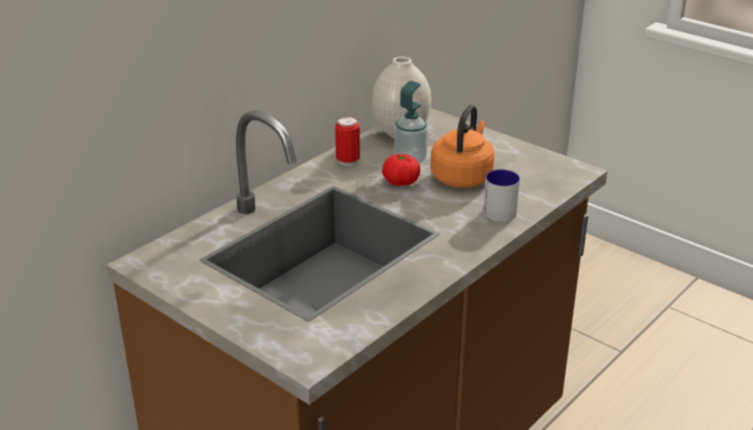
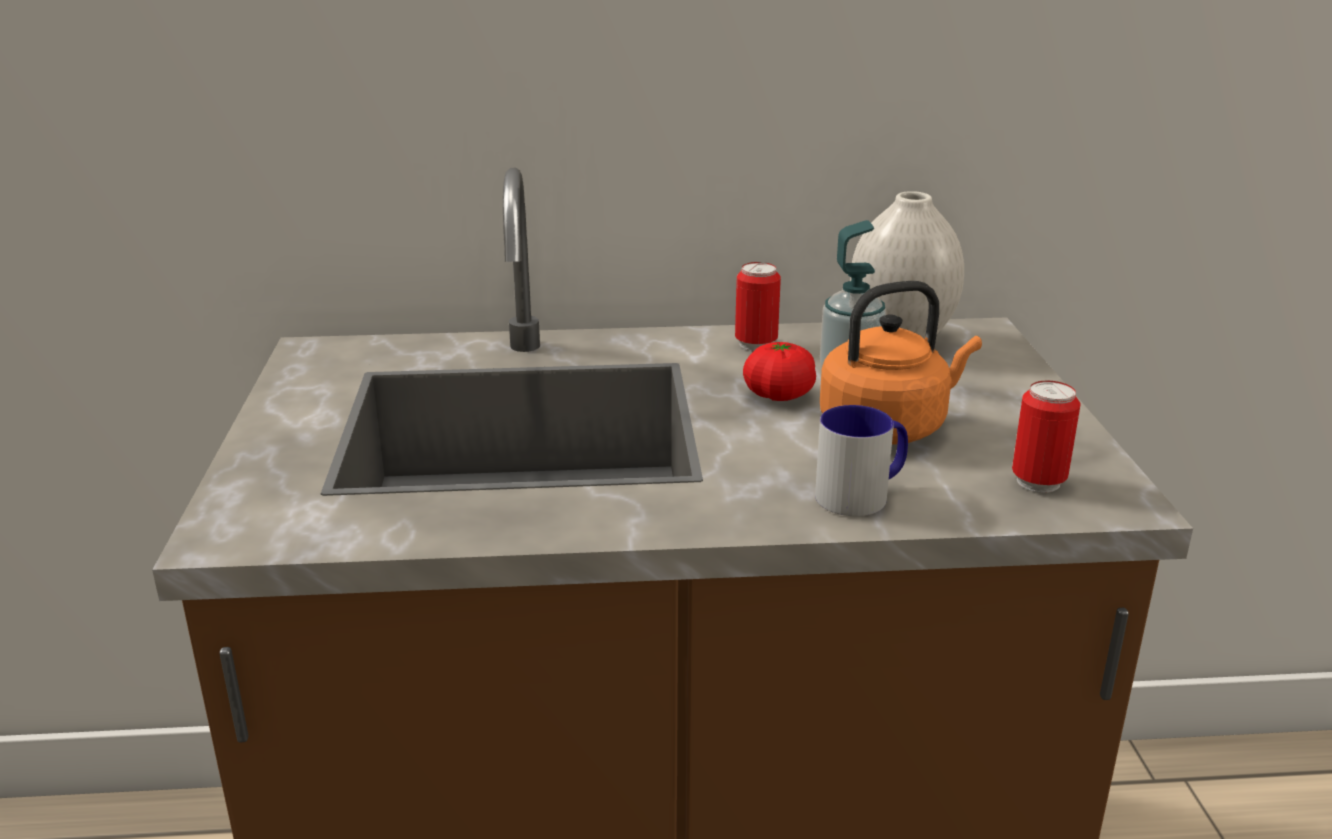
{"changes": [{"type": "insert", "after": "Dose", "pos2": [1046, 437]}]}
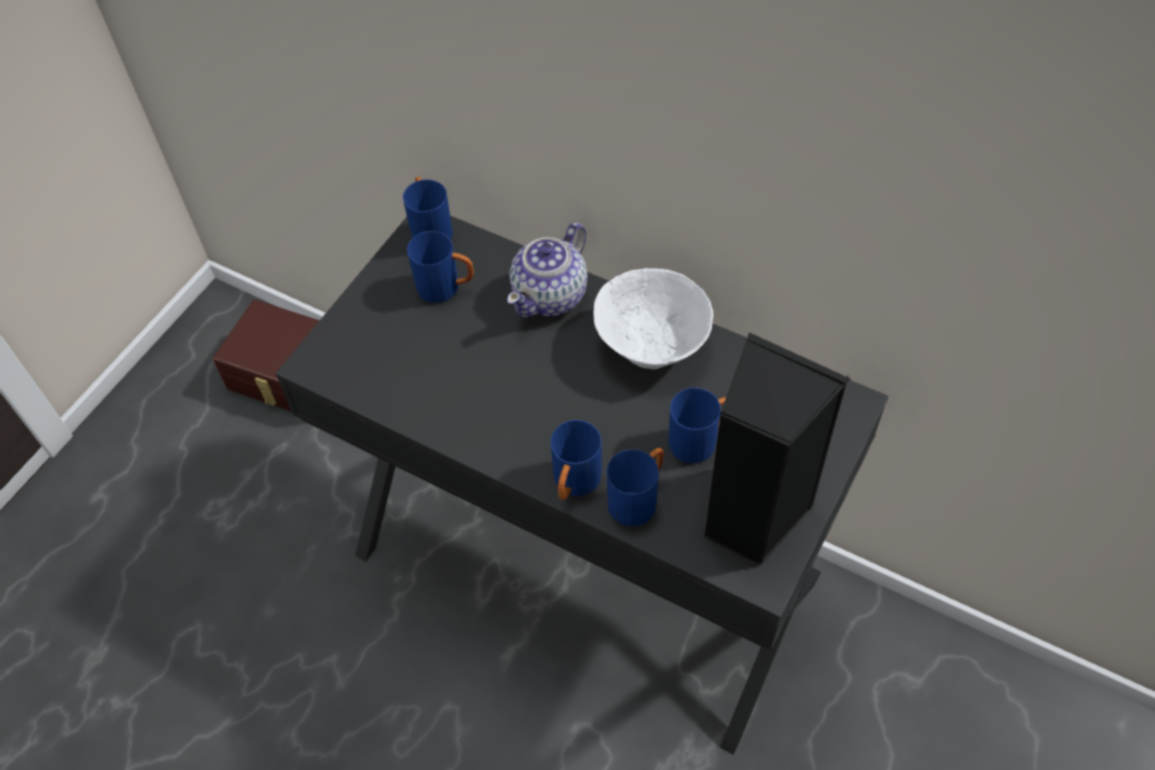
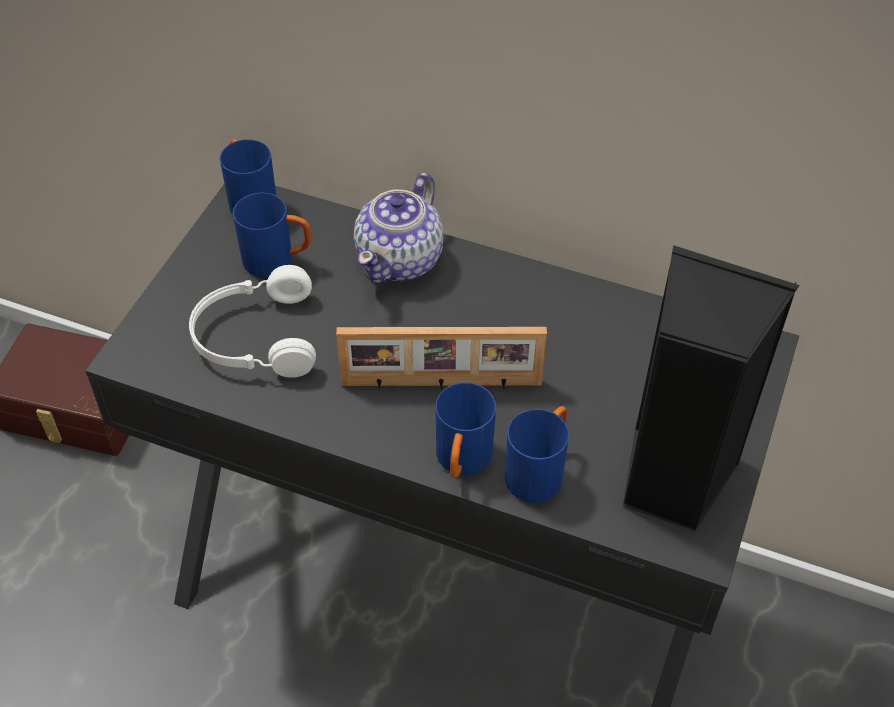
{"changes": [{"type": "delete", "before": "Schüssel [weiß]", "pos1": [653, 318]}, {"type": "delete", "before": "Henkelbecher [blau]", "pos1": [697, 425]}, {"type": "insert", "after": "Kopfhörer [weiß]", "pos2": [252, 321]}, {"type": "insert", "after": "Bilderrahmen", "pos2": [441, 358]}]}
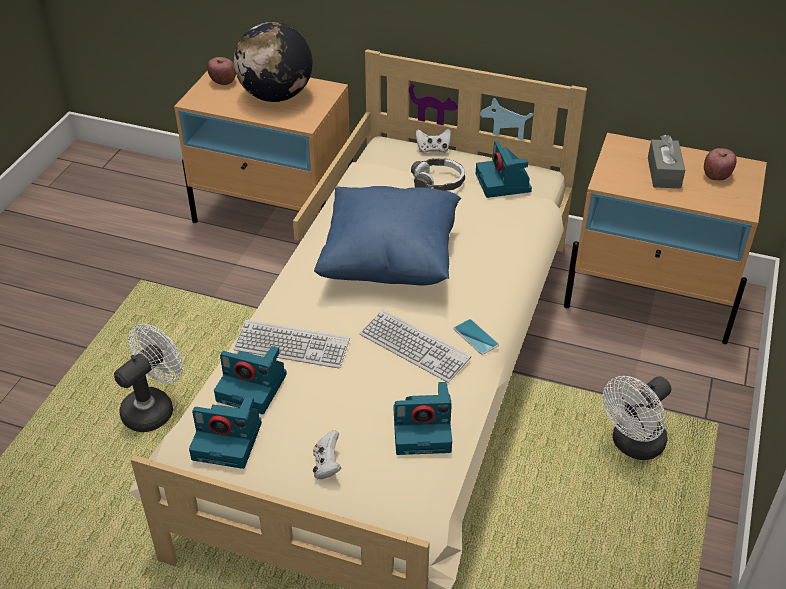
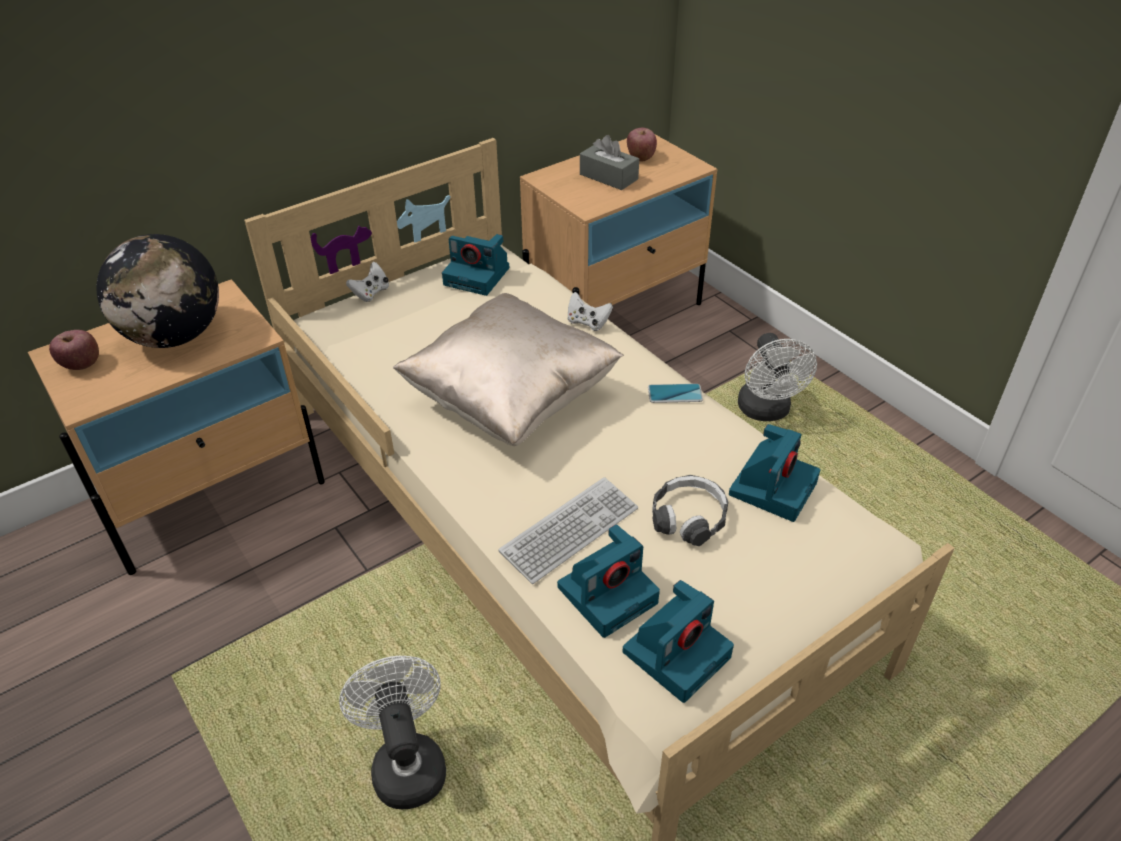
{"changes": [{"type": "move", "before": "Gamepad [weiß]", "pos1": [327, 454], "pos2": [590, 311]}, {"type": "recolor", "before": "Kissen [blau]", "after": "Kissen [beige]", "pos1": [387, 236], "pos2": [508, 369]}, {"type": "delete", "before": "Tastatur", "pos1": [415, 346]}, {"type": "move", "before": "Kopfhörer", "pos1": [438, 174], "pos2": [690, 510]}]}
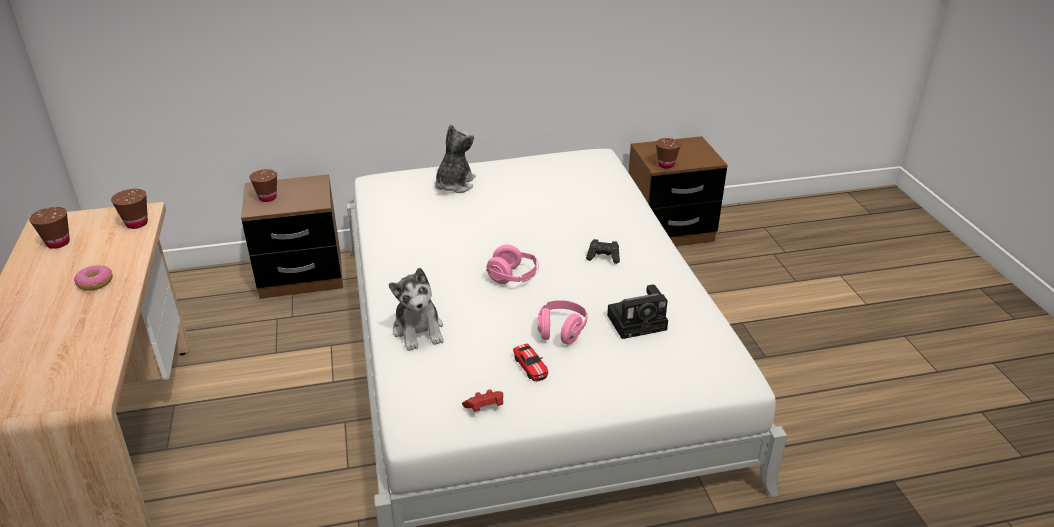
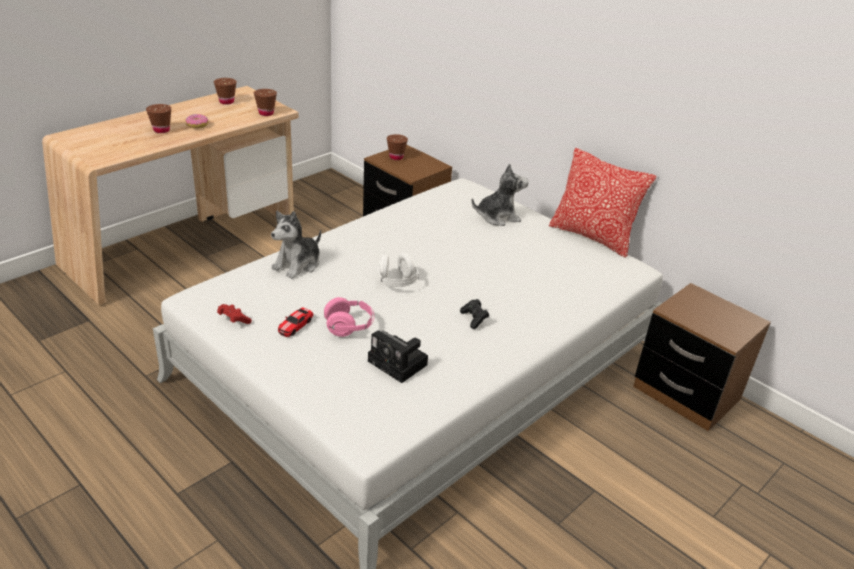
{"changes": [{"type": "recolor", "before": "Kopfhörer [rosa]", "after": "Kopfhörer [weiß]", "pos1": [512, 264], "pos2": [398, 270]}, {"type": "move", "before": "Tasse [braun]", "pos1": [668, 153], "pos2": [158, 118]}, {"type": "insert", "after": "Kissen", "pos2": [602, 203]}]}
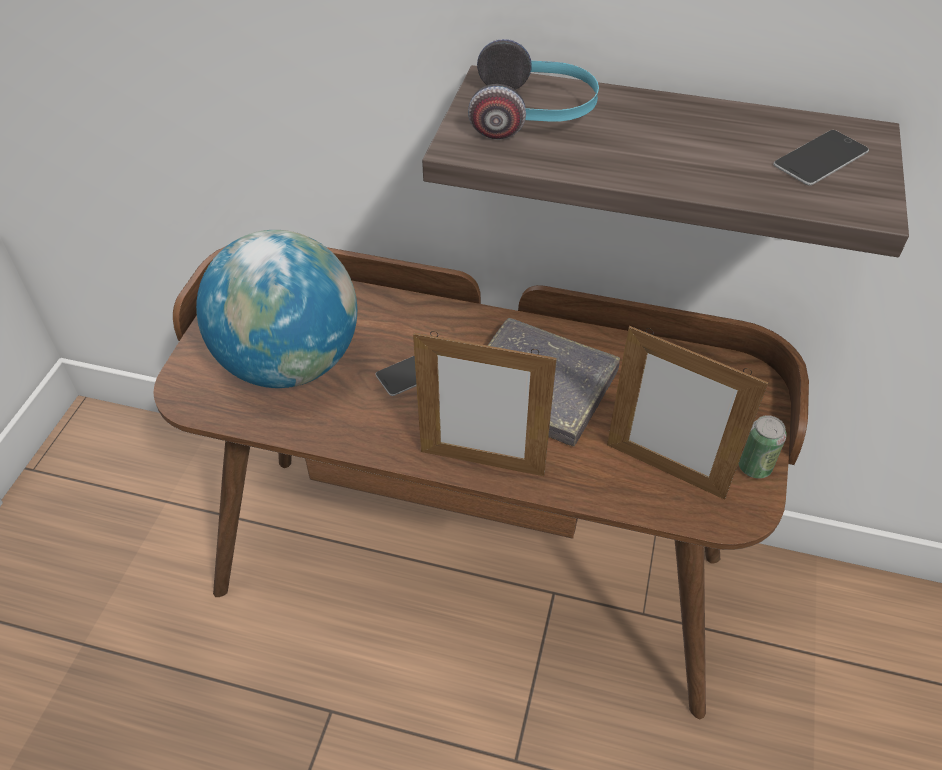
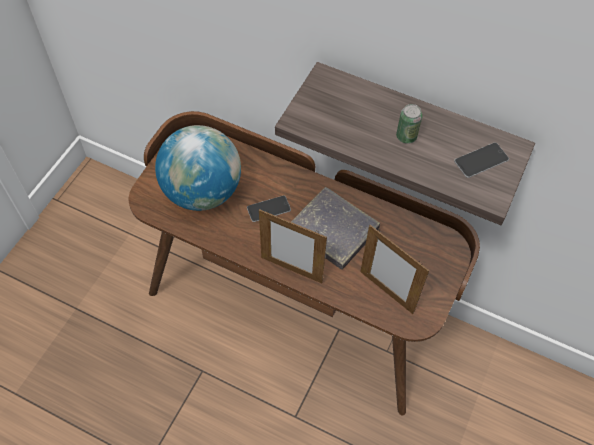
{"changes": [{"type": "delete", "before": "Kopfhörer", "pos1": [533, 89]}, {"type": "move", "before": "Dose", "pos1": [763, 447], "pos2": [409, 124]}]}
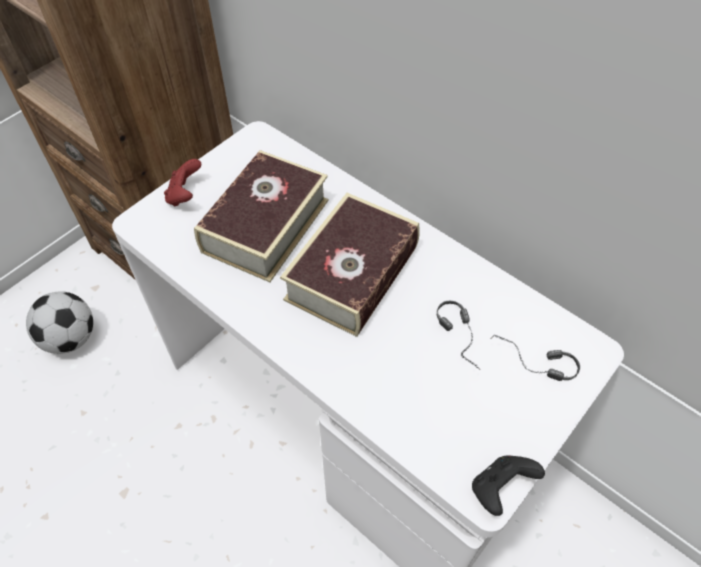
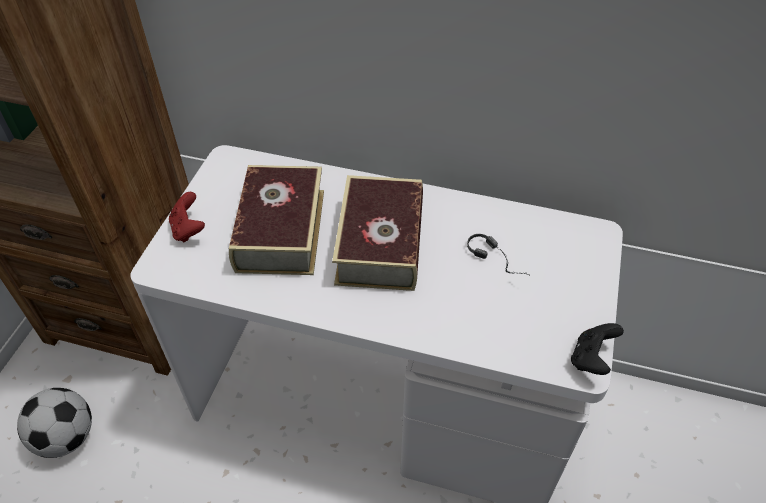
{"changes": [{"type": "delete", "before": "Kopfhörer", "pos1": [536, 358]}]}
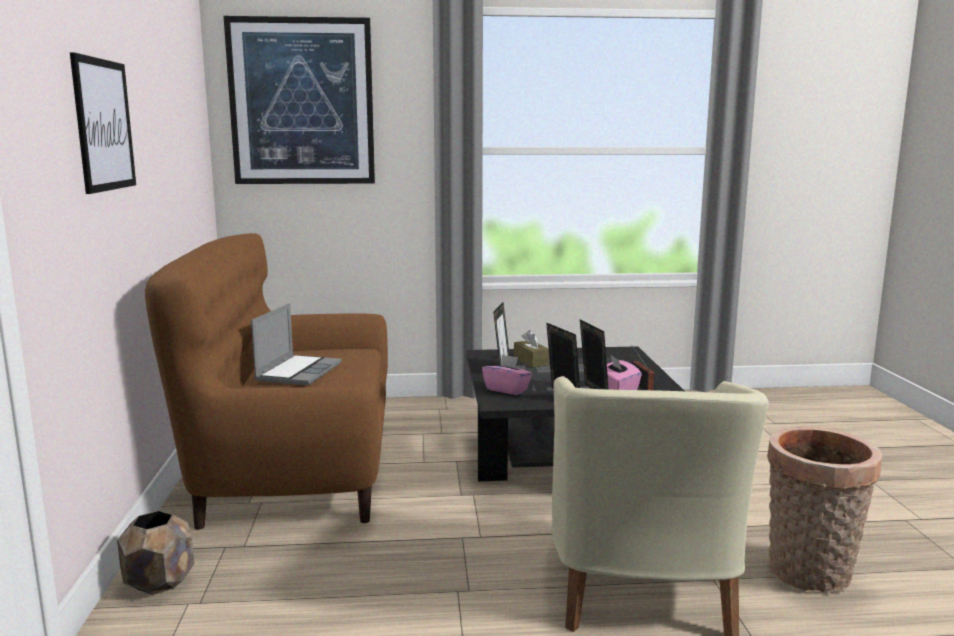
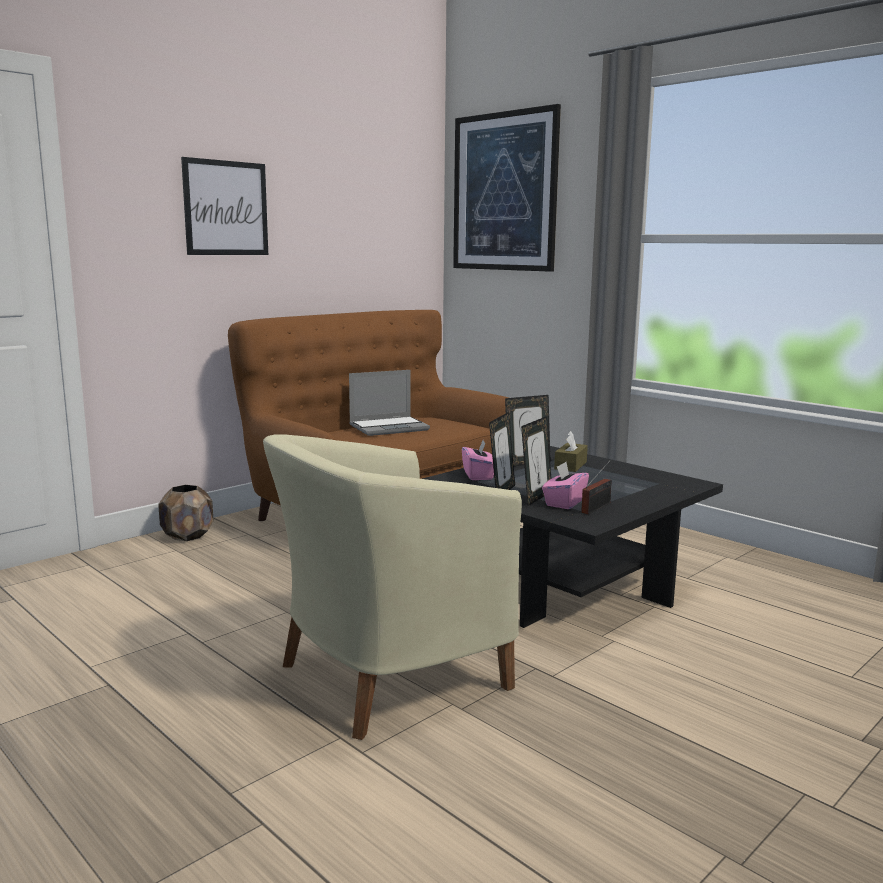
{"changes": [{"type": "delete", "before": "Korb", "pos1": [824, 509]}]}
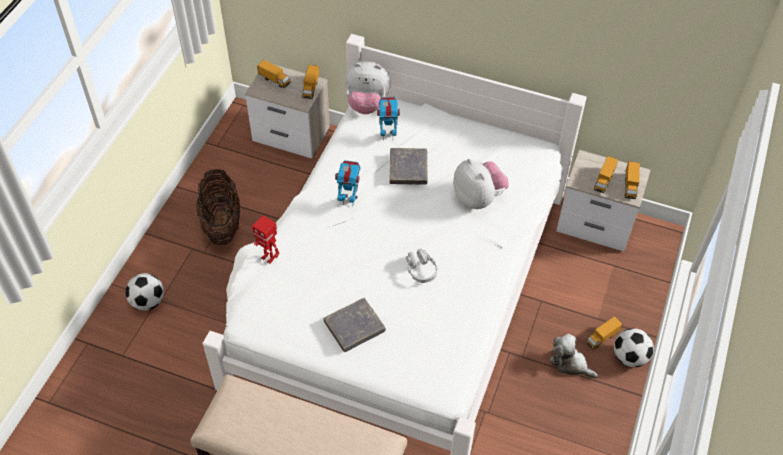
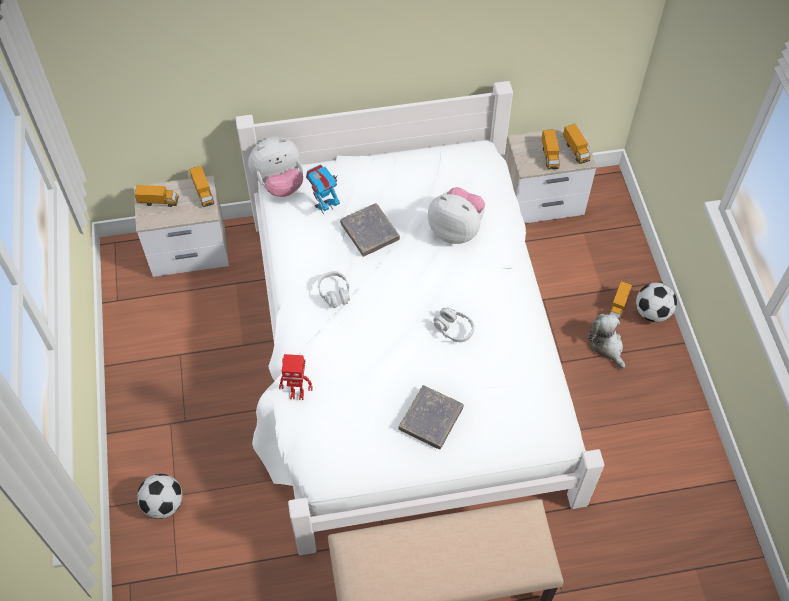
{"changes": [{"type": "delete", "before": "Korb", "pos1": [218, 207]}, {"type": "replace", "before": "Spielzeugroboter", "after": "Kopfhörer [grau]", "pos1": [347, 183], "pos2": [334, 289]}, {"type": "rotate", "before": "Plüschtier", "pos1": [574, 356], "pos2": [606, 341], "turn": 60}]}
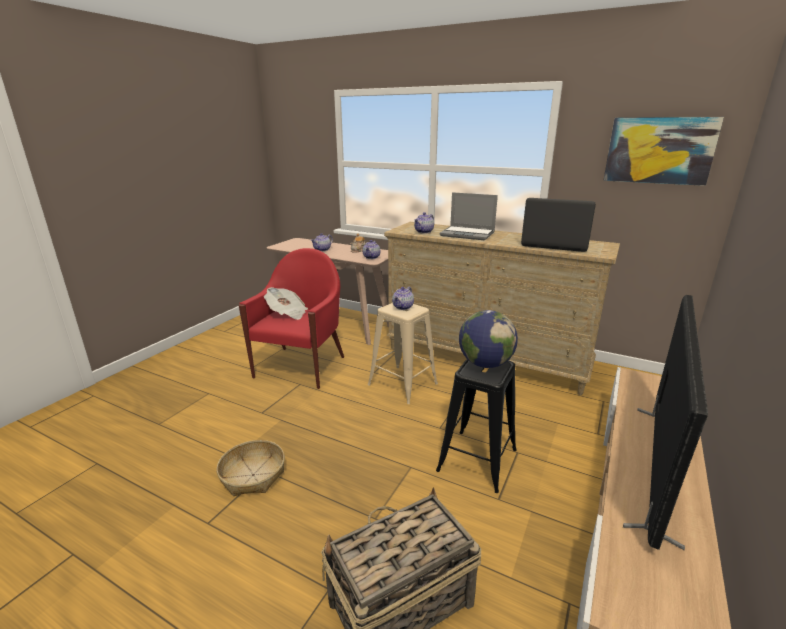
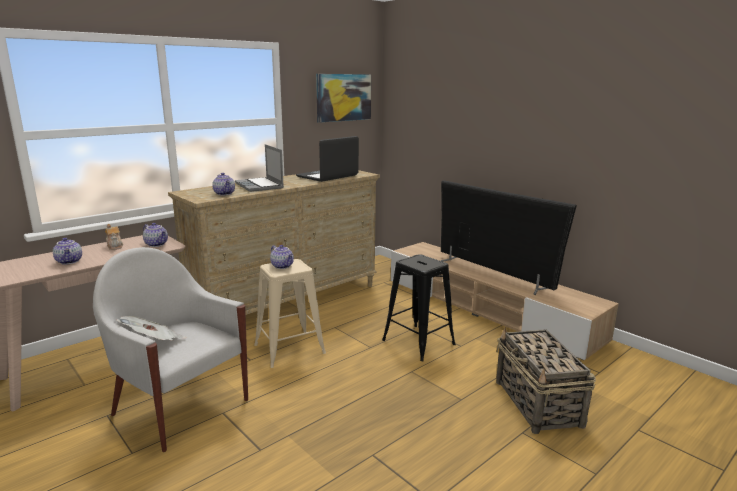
{"changes": [{"type": "delete", "before": "Korb", "pos1": [250, 468]}, {"type": "recolor", "before": "Sessel [rot]", "after": "Sessel [weiß]", "pos1": [291, 318], "pos2": [170, 349]}, {"type": "rotate", "before": "Laptop", "pos1": [469, 216], "pos2": [259, 168], "turn": 105}, {"type": "delete", "before": "Globus", "pos1": [488, 339]}]}
